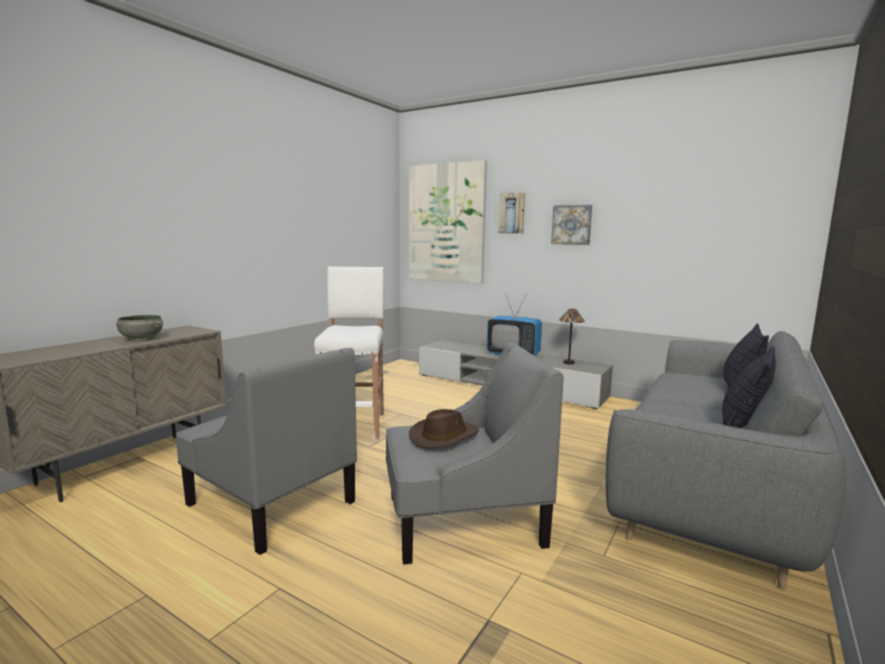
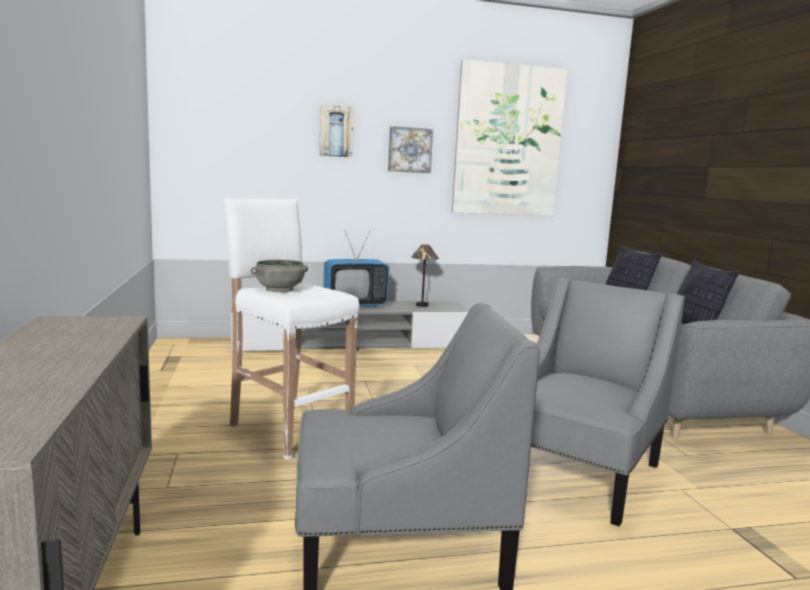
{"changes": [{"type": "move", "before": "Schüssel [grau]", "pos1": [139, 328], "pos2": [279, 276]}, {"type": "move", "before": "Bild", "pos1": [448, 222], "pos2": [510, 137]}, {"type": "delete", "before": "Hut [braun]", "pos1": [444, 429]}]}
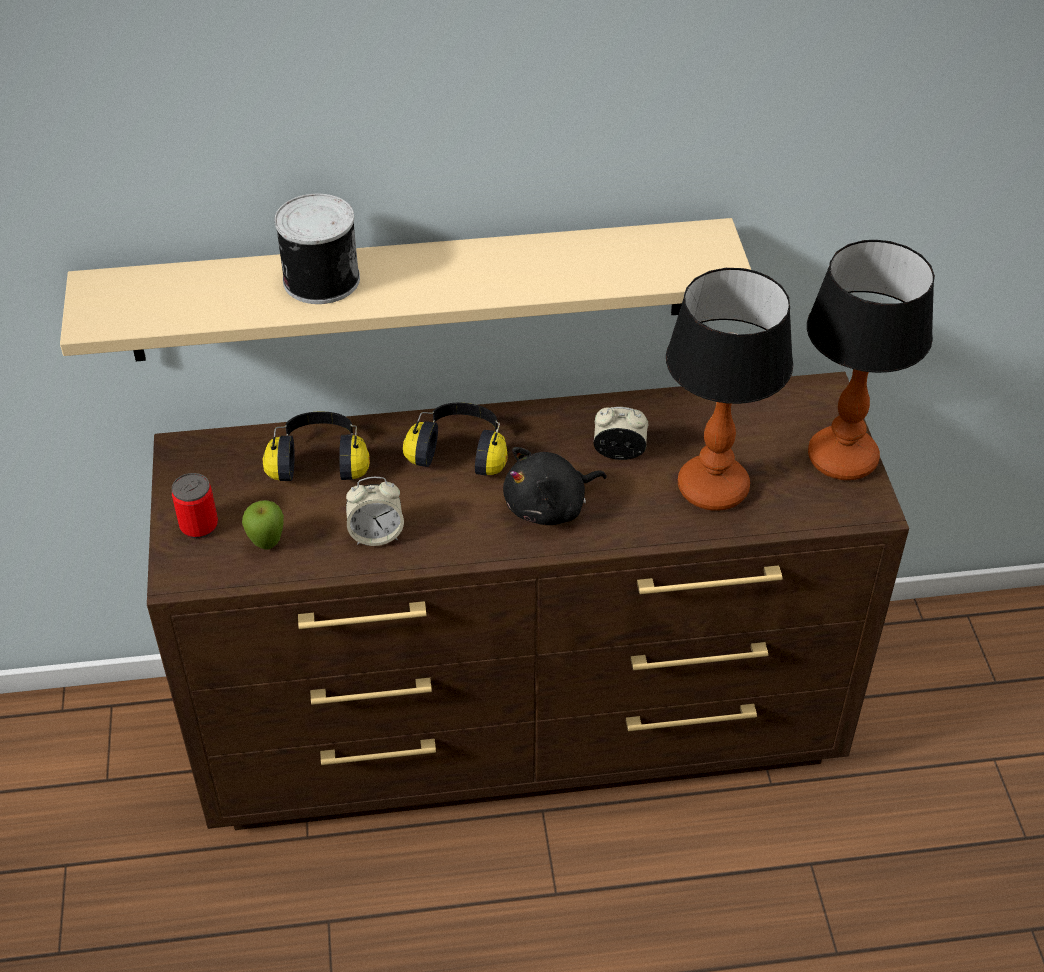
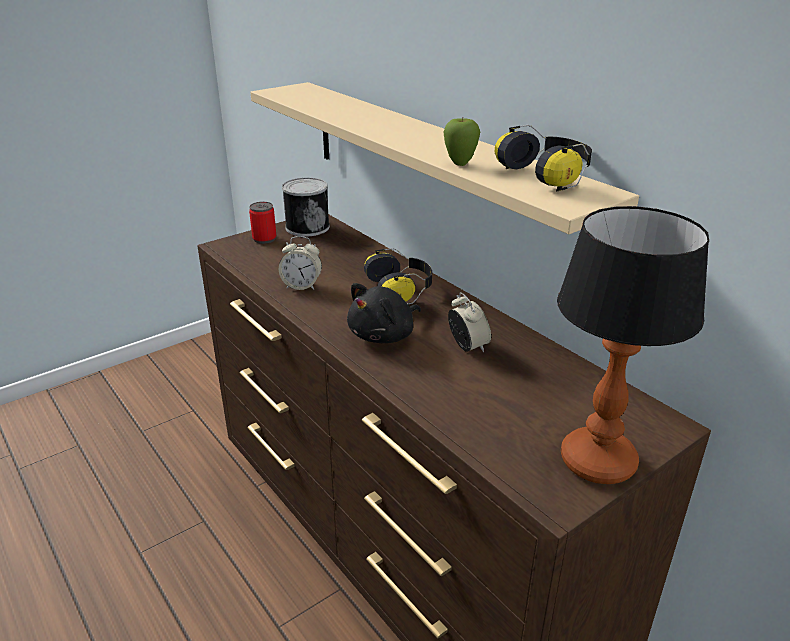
{"changes": [{"type": "move", "before": "Apfel", "pos1": [263, 525], "pos2": [461, 142]}, {"type": "move", "before": "Kopfhörer", "pos1": [316, 446], "pos2": [543, 158]}, {"type": "move", "before": "Dose", "pos1": [317, 249], "pos2": [306, 207]}, {"type": "rotate", "before": "Wecker", "pos1": [375, 511], "pos2": [300, 263], "turn": -45}, {"type": "rotate", "before": "Plüschtier [schwarz]", "pos1": [555, 486], "pos2": [384, 313], "turn": -75}, {"type": "delete", "before": "Tischlampe", "pos1": [729, 389]}]}
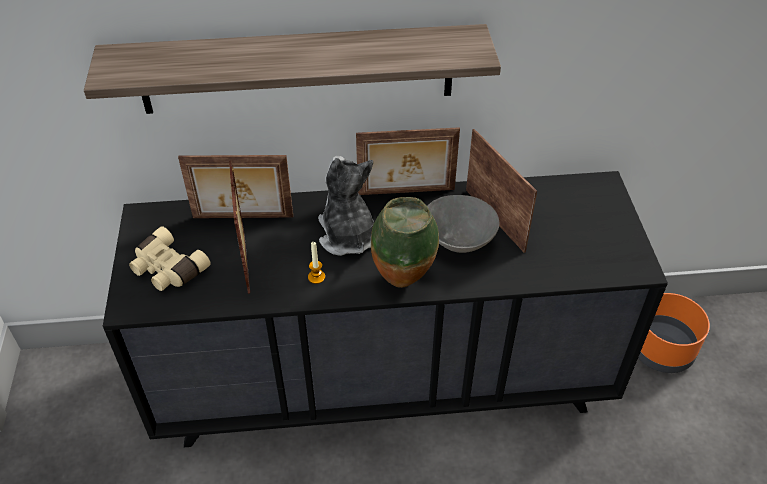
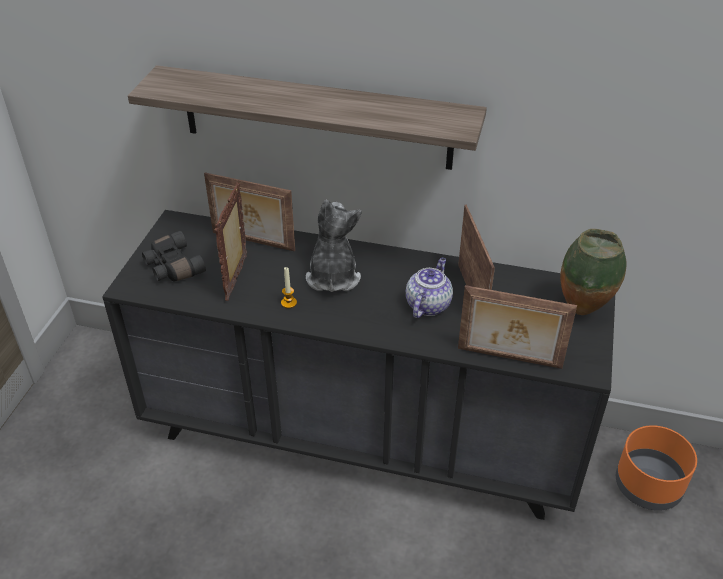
{"changes": [{"type": "recolor", "before": "Fernglas [beige]", "after": "Fernglas [schwarz]", "pos1": [170, 258], "pos2": [174, 256]}, {"type": "move", "before": "Bilderrahmen", "pos1": [408, 161], "pos2": [517, 327]}, {"type": "move", "before": "Vase", "pos1": [405, 242], "pos2": [593, 272]}, {"type": "replace", "before": "Schüssel [grau]", "after": "Teekanne", "pos1": [463, 224], "pos2": [429, 288]}]}
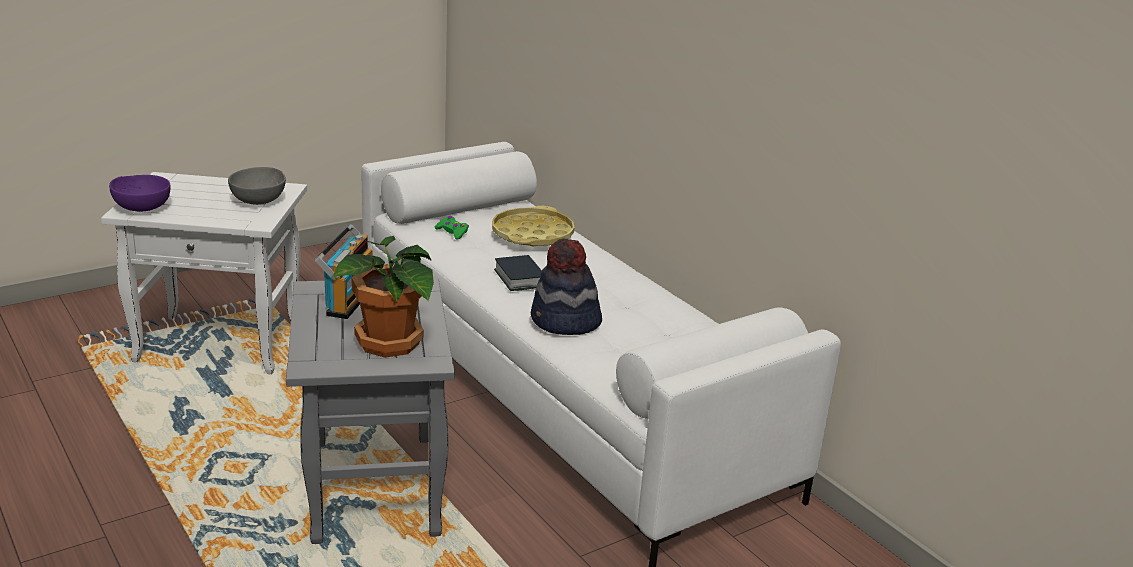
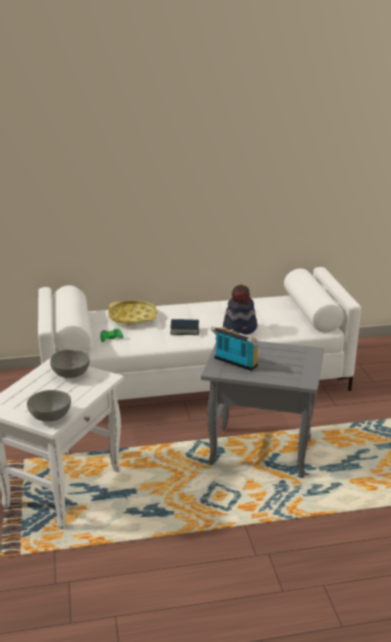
{"changes": [{"type": "recolor", "before": "Schüssel [lila]", "after": "Schüssel [grau]", "pos1": [139, 193], "pos2": [49, 406]}, {"type": "delete", "before": "Topfpflanze", "pos1": [383, 297]}]}
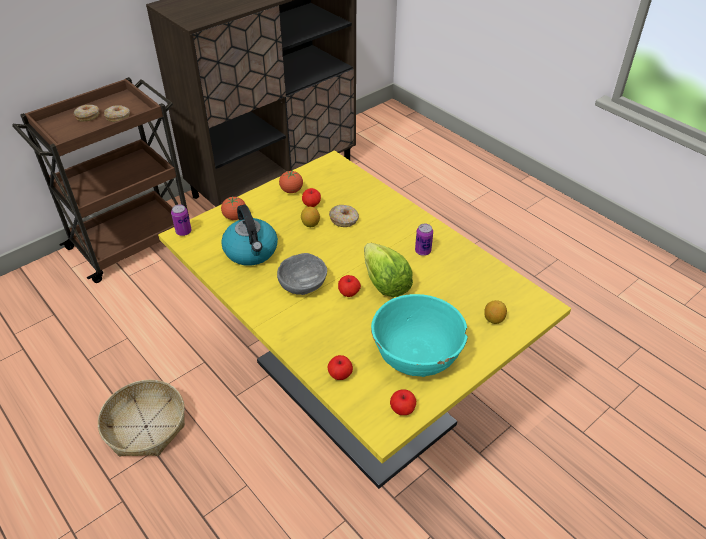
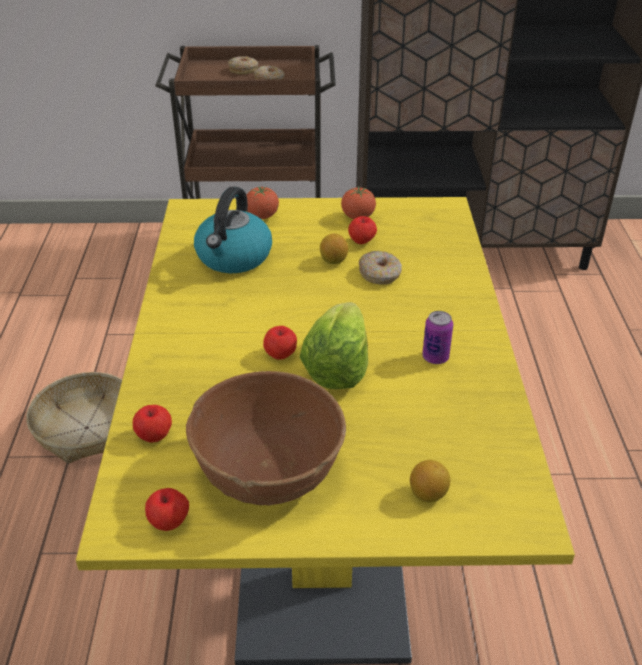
{"changes": [{"type": "delete", "before": "Dose", "pos1": [181, 220]}, {"type": "delete", "before": "Schüssel [grau]", "pos1": [302, 274]}, {"type": "recolor", "before": "Schüssel [türkis]", "after": "Schüssel [braun]", "pos1": [419, 335], "pos2": [266, 438]}]}
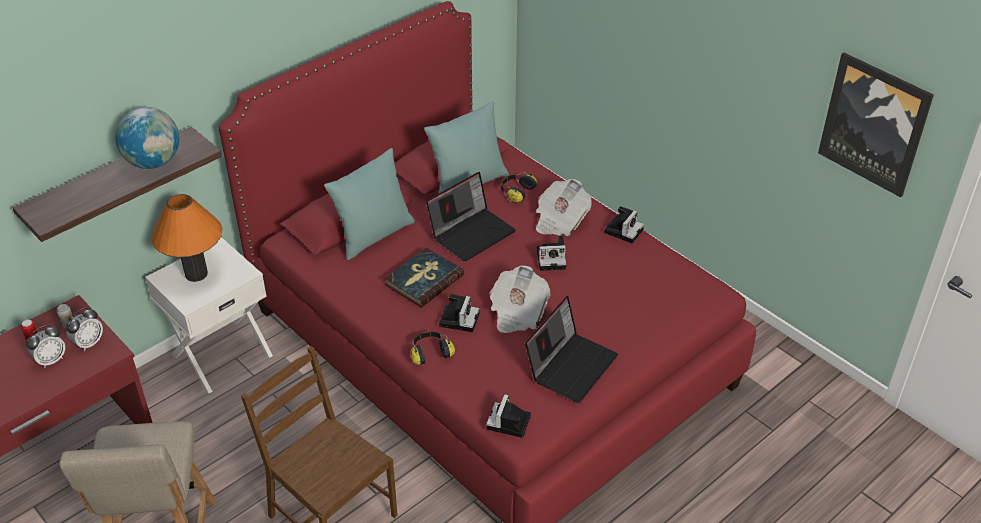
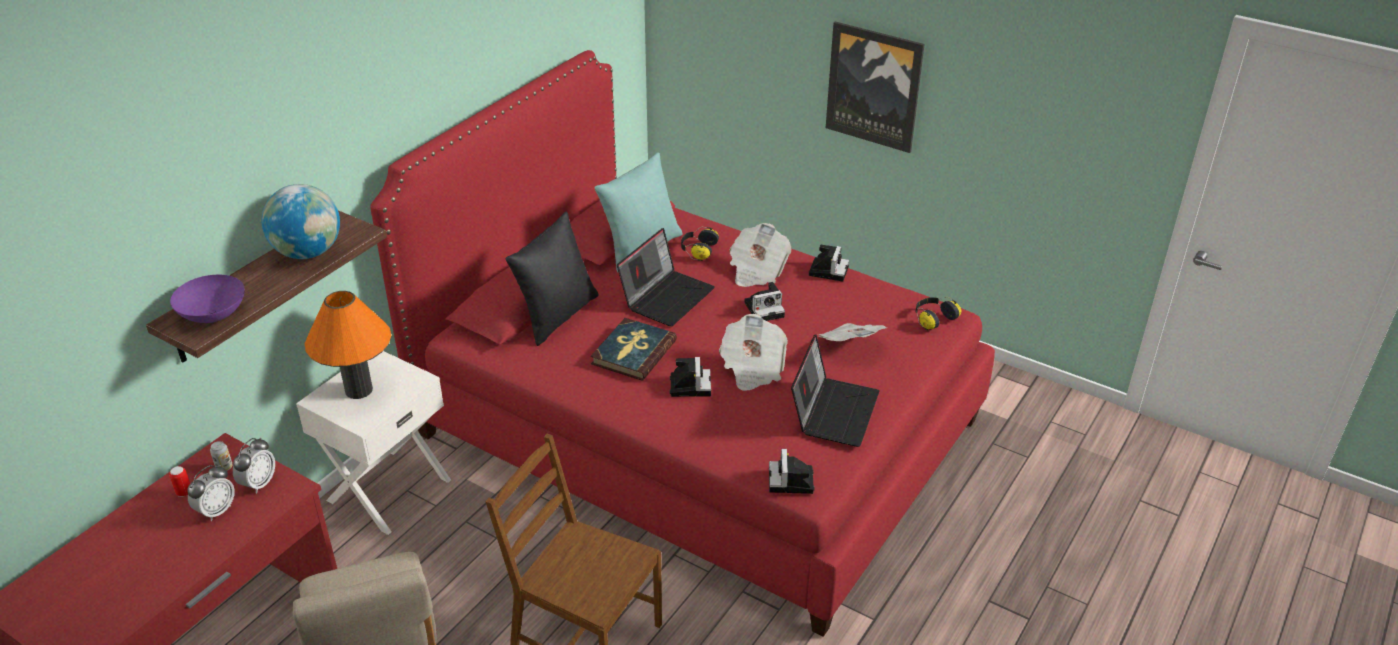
{"changes": [{"type": "recolor", "before": "Kissen [türkis]", "after": "Kissen [schwarz]", "pos1": [369, 204], "pos2": [552, 279]}, {"type": "move", "before": "Kopfhörer", "pos1": [433, 348], "pos2": [938, 313]}, {"type": "move", "before": "Bild", "pos1": [876, 124], "pos2": [875, 87]}, {"type": "insert", "after": "Schüssel [lila]", "pos2": [207, 299]}, {"type": "insert", "after": "Zeitung", "pos2": [853, 332]}]}
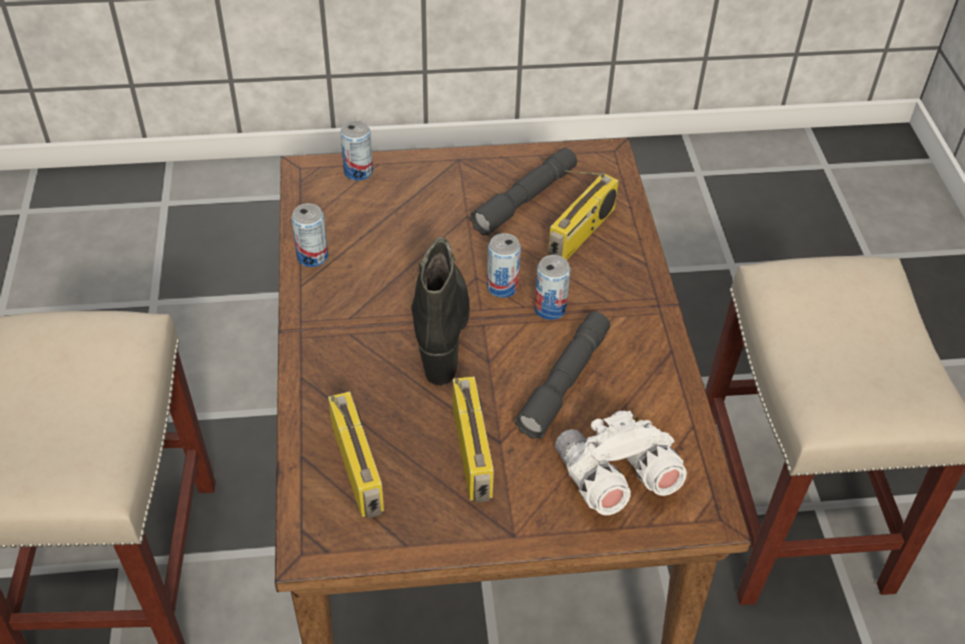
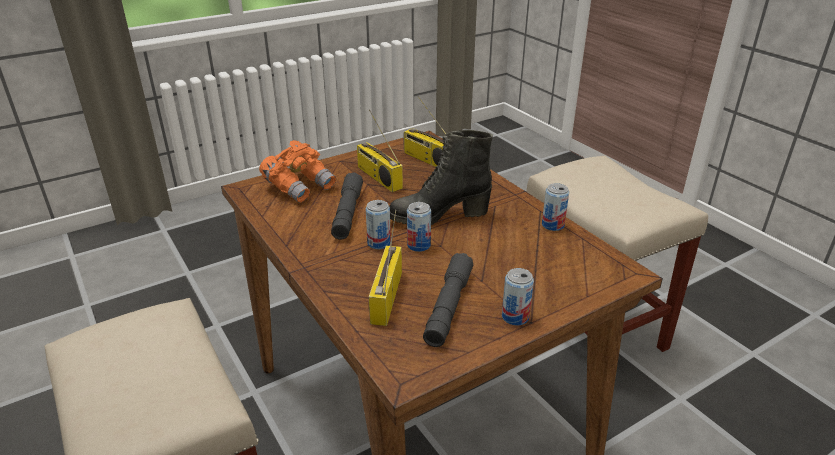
{"changes": [{"type": "move", "before": "Dose", "pos1": [356, 150], "pos2": [518, 296]}, {"type": "rotate", "before": "Stiefel [schwarz]", "pos1": [440, 311], "pos2": [441, 177], "turn": 105}, {"type": "recolor", "before": "Fernglas [weiß]", "after": "Fernglas [orange]", "pos1": [621, 463], "pos2": [297, 171]}]}
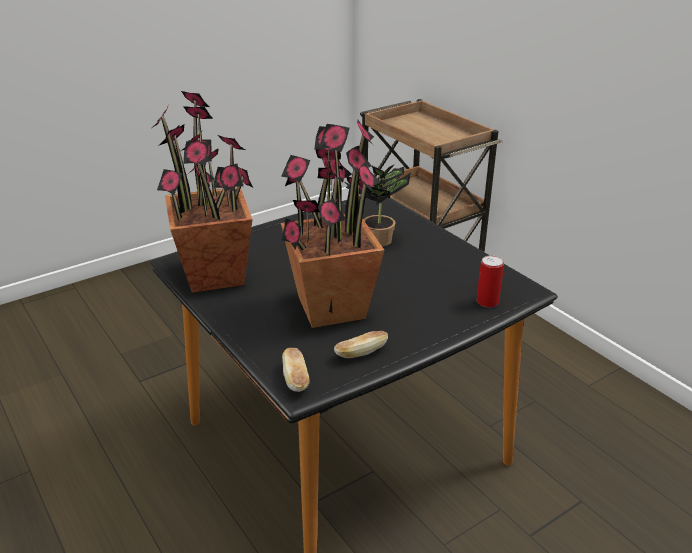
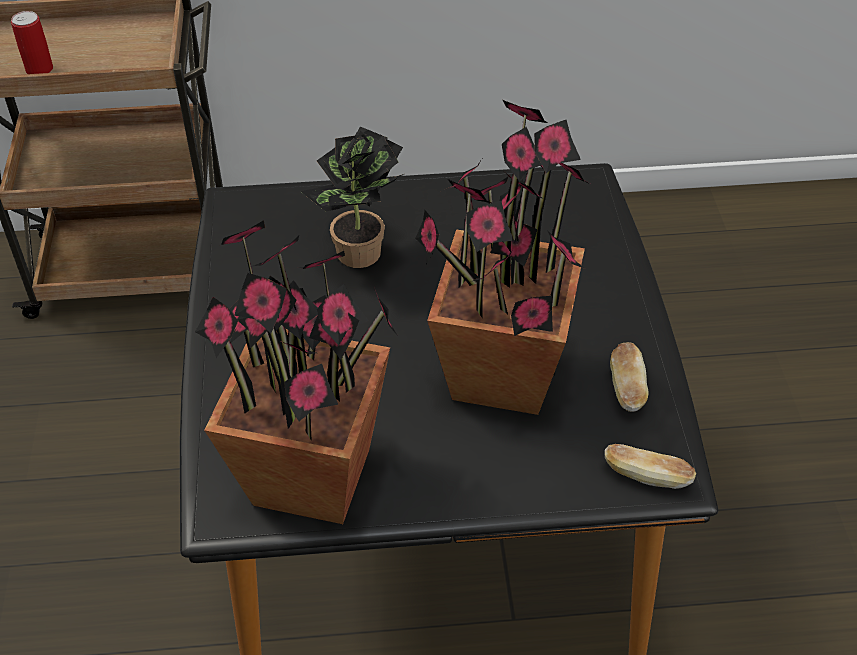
{"changes": [{"type": "move", "before": "Dose", "pos1": [490, 281], "pos2": [32, 42]}]}
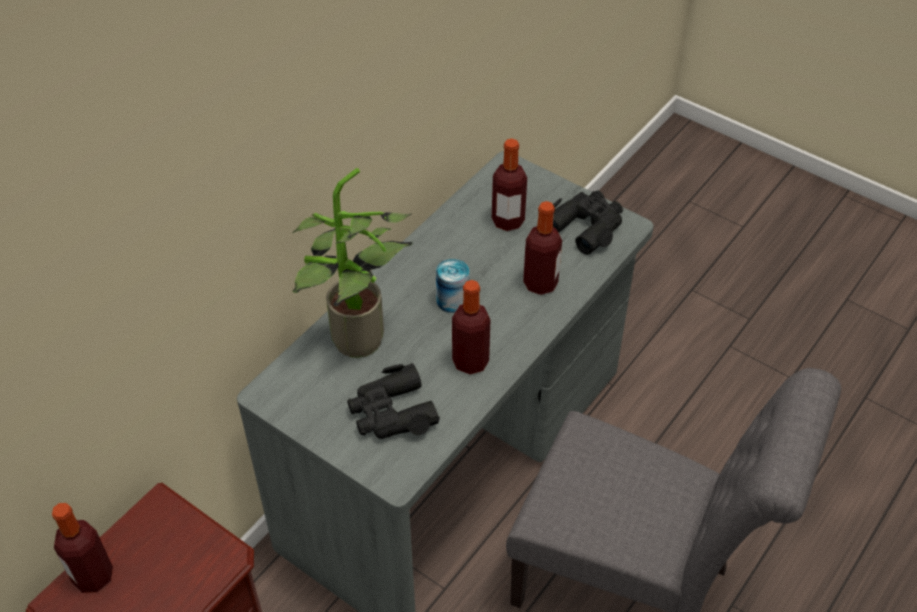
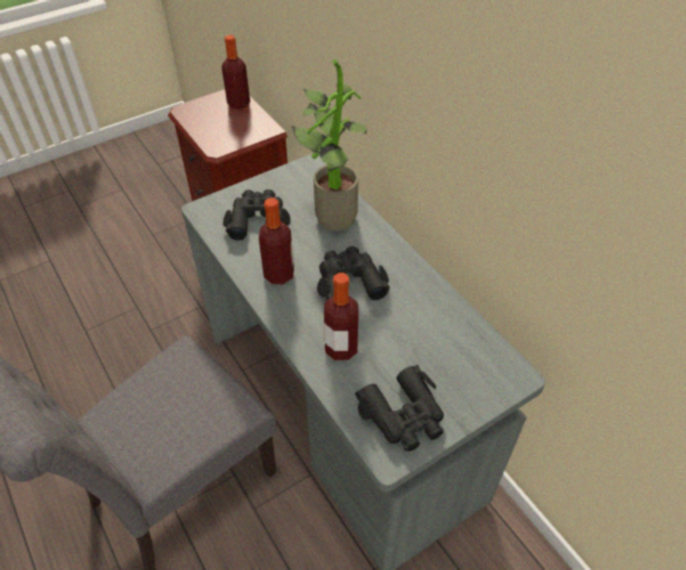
{"changes": [{"type": "replace", "before": "Dose", "after": "Fernglas [schwarz]", "pos1": [452, 286], "pos2": [353, 273]}, {"type": "delete", "before": "Flasche", "pos1": [509, 185]}]}
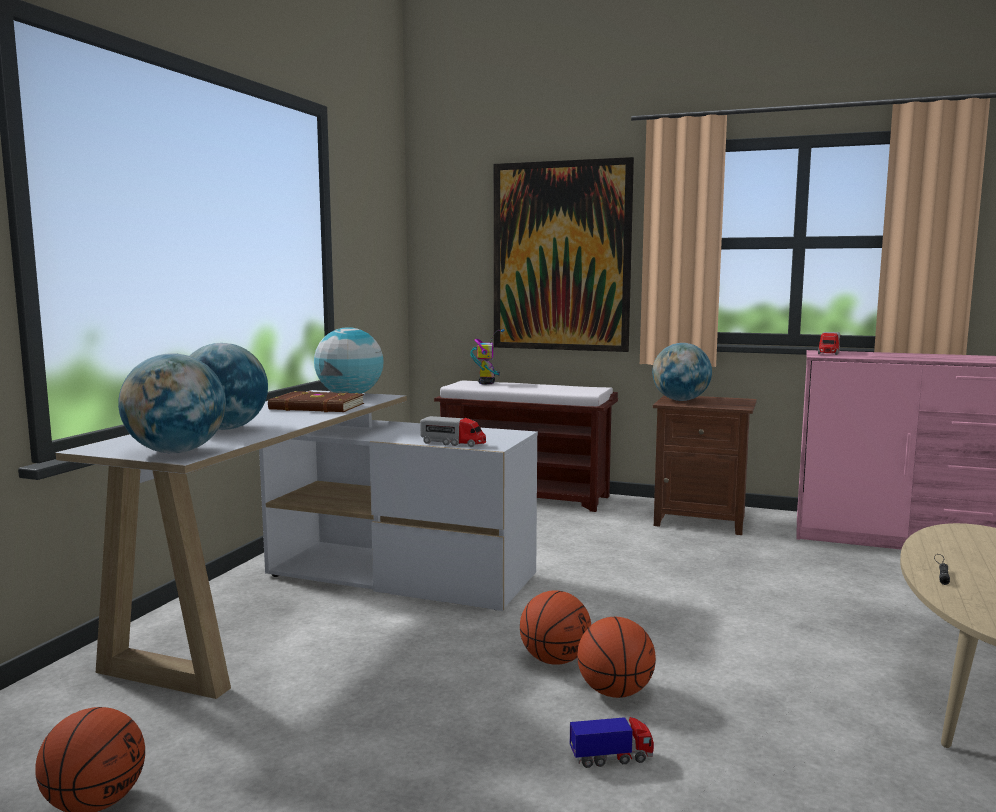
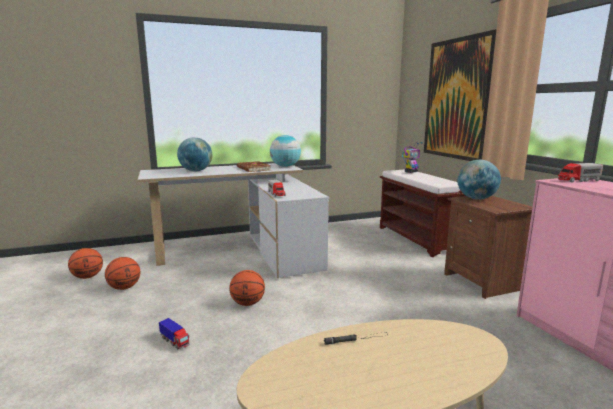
{"changes": [{"type": "delete", "before": "Globus", "pos1": [172, 403]}, {"type": "move", "before": "Basketball", "pos1": [616, 657], "pos2": [122, 273]}]}
